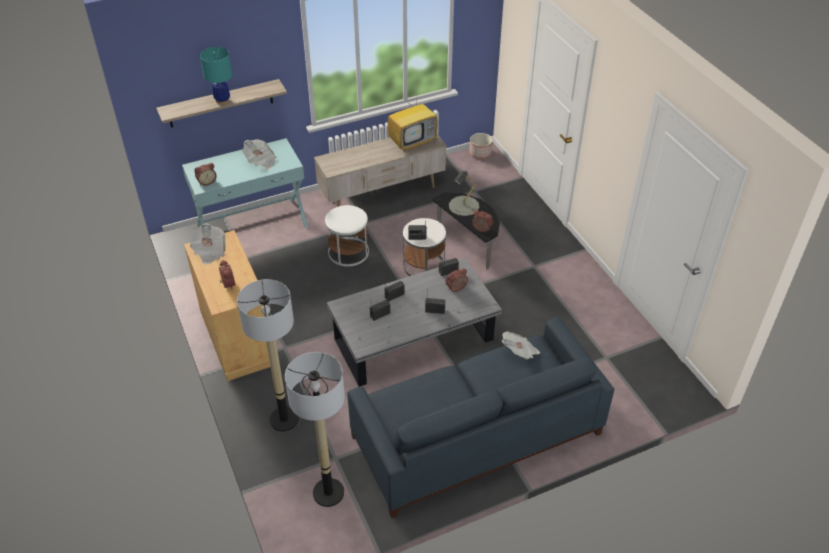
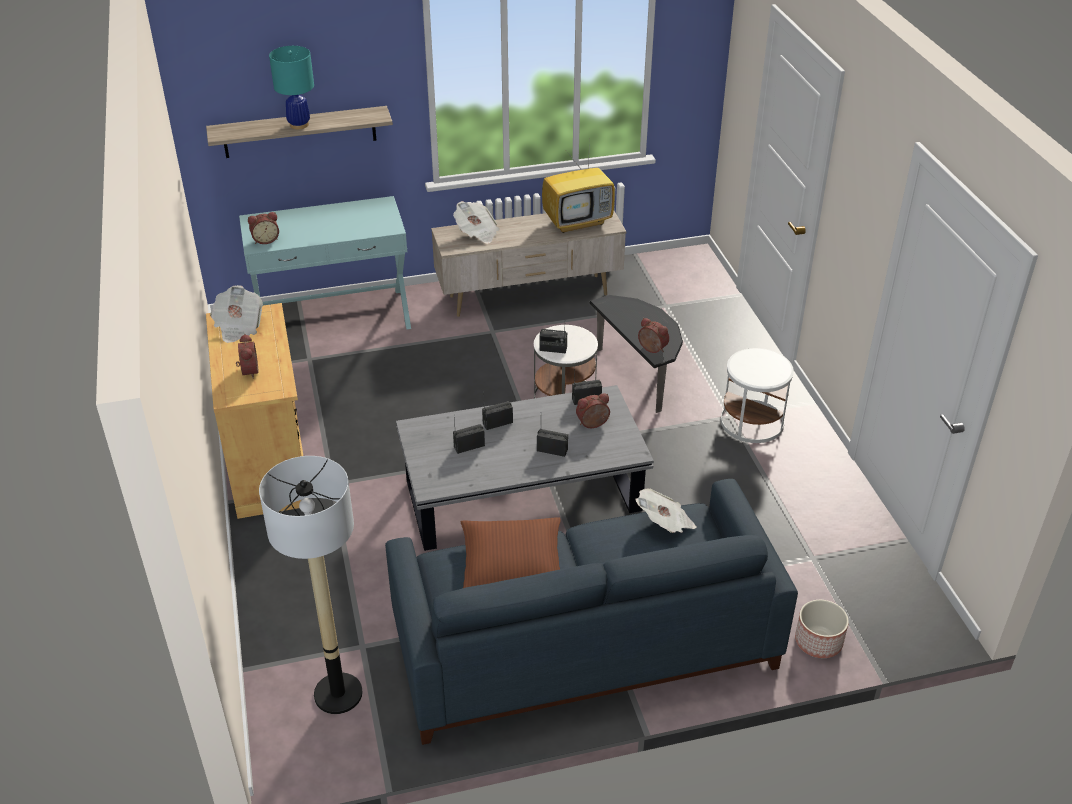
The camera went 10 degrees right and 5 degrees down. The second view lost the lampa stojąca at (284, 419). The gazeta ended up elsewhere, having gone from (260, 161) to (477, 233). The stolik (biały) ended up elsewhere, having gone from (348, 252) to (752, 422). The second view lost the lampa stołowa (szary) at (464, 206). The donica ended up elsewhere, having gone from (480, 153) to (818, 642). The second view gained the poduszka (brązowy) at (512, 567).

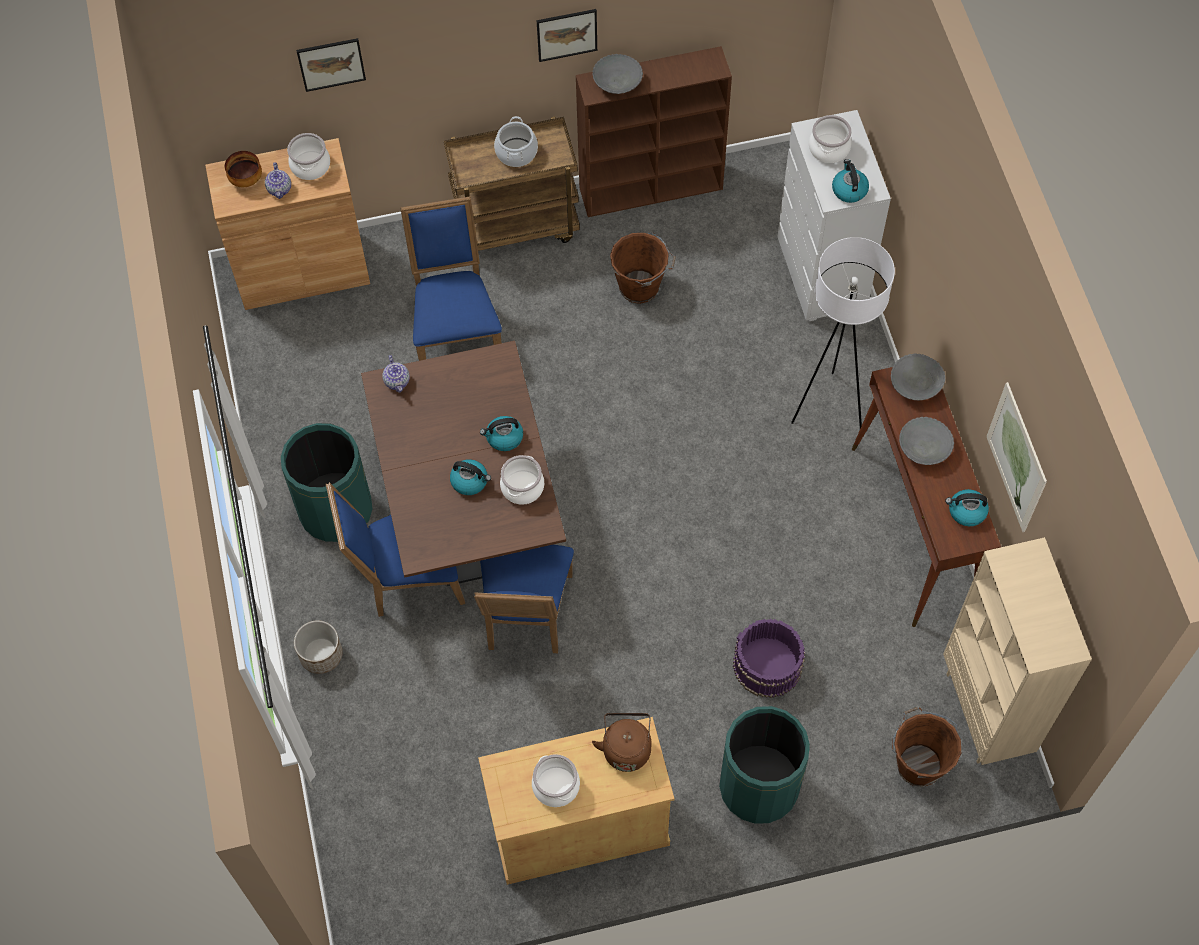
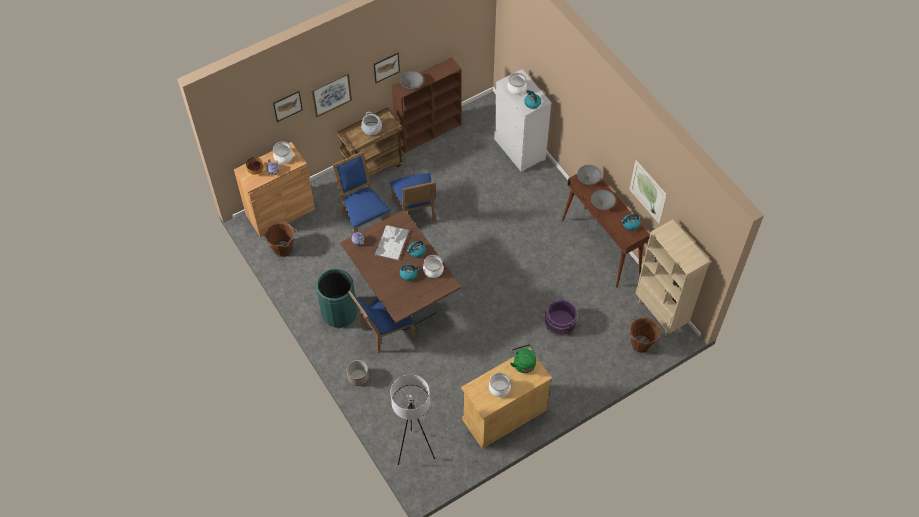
The camera went 20 degrees left and 5 degrees down. The krzesło (niebieski) ended up elsewhere, having gone from (526, 617) to (415, 211). What was the czajnik (brązowy) at (626, 748) turned into the czajnik (zielony) at (523, 363). The wiadro (brązowy) ended up elsewhere, having gone from (641, 287) to (283, 248). The second view lost the kosz na śmieci (zielony) at (758, 786). The lampa stojąca (biały) ended up elsewhere, having gone from (829, 408) to (414, 450). The second view gained the obraz at (331, 94). The second view gained the taca at (392, 242).

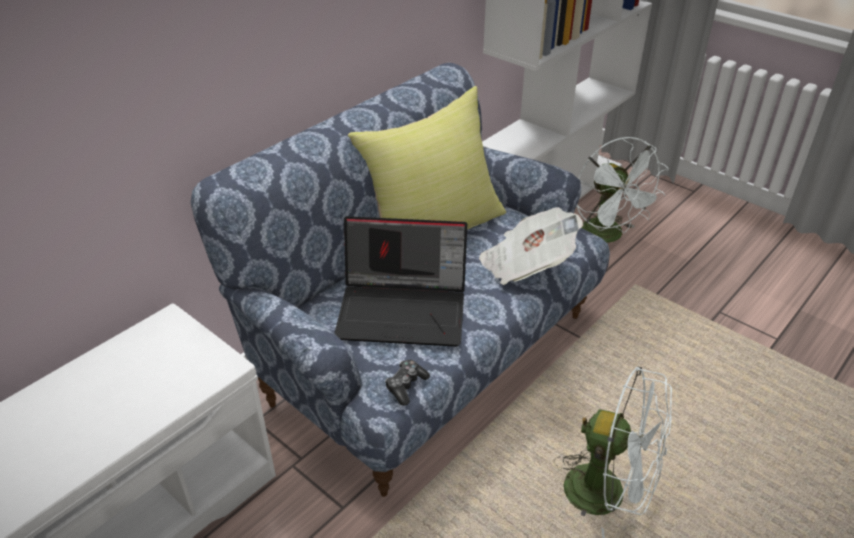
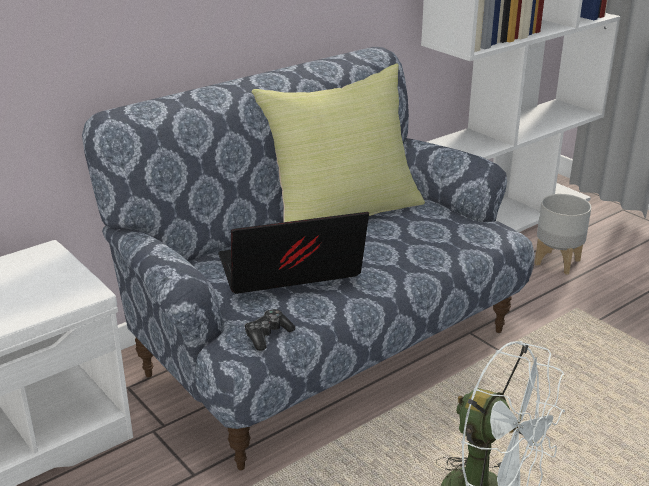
The camera went 10 degrees right and 10 degrees down. The laptop at (404, 309) ended up facing another way, 150 degrees clockwise from before. The second view lost the gazeta at (526, 265). Where the wentylator (biały) stood at (608, 236), the donica (szary) came to stand at (557, 262).

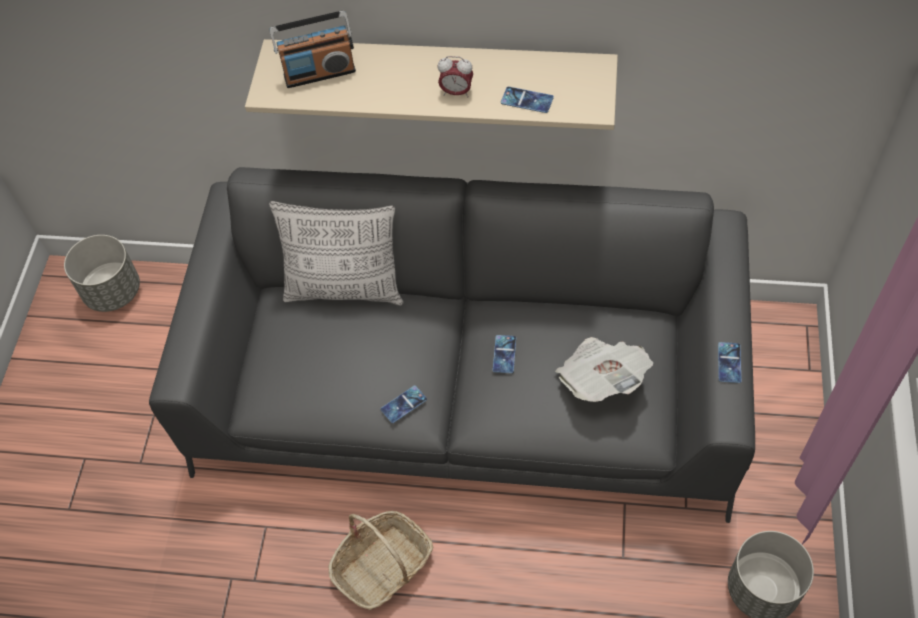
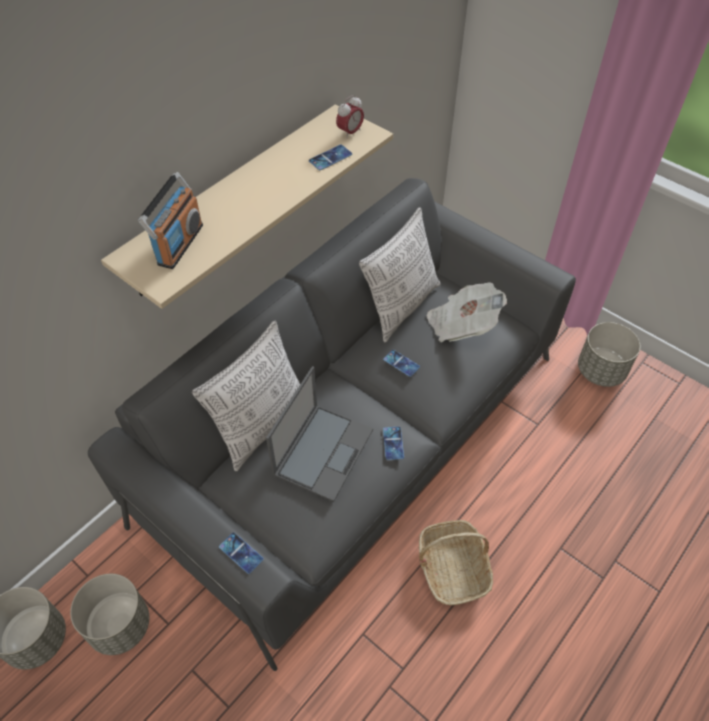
The camera went 60 degrees left and 5 degrees down. The budzik ended up elsewhere, having gone from (456, 92) to (350, 133). The telefon ended up elsewhere, having gone from (729, 362) to (241, 553). The second view gained the donica (szary) at (120, 625). The second view gained the laptop at (323, 450). The second view gained the poduszka at (401, 306).

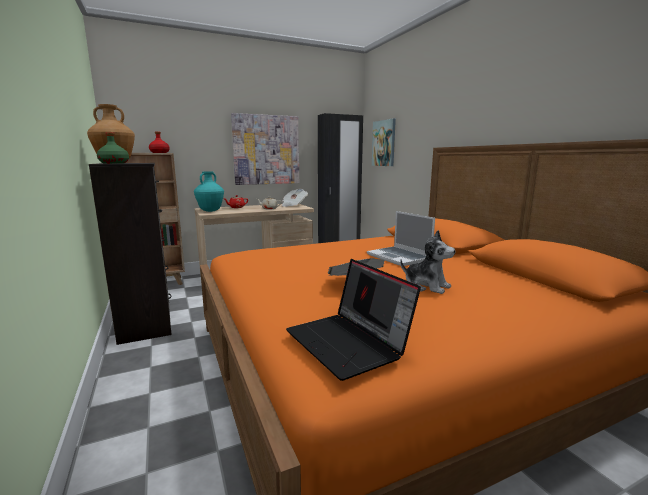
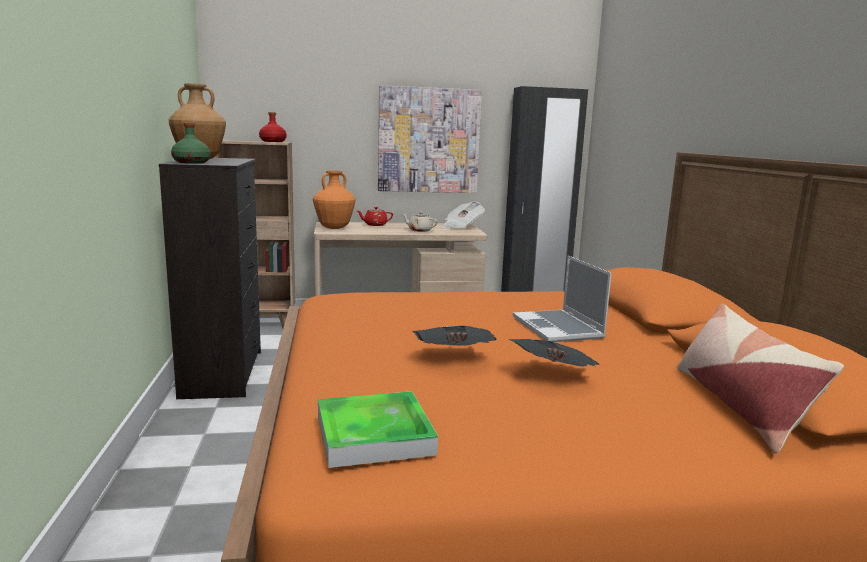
The camera went 15 degrees right and 0 degrees up. What was the wazon (turkusowy) at (210, 211) turned into the wazon (pomarańczowy) at (334, 228). Where the laptop stood at (349, 343), the taca came to stand at (374, 435). The second view lost the obraz at (384, 143). Where the pluszak stood at (426, 286), the gazeta came to stand at (554, 376). The second view gained the poduszka at (739, 405).

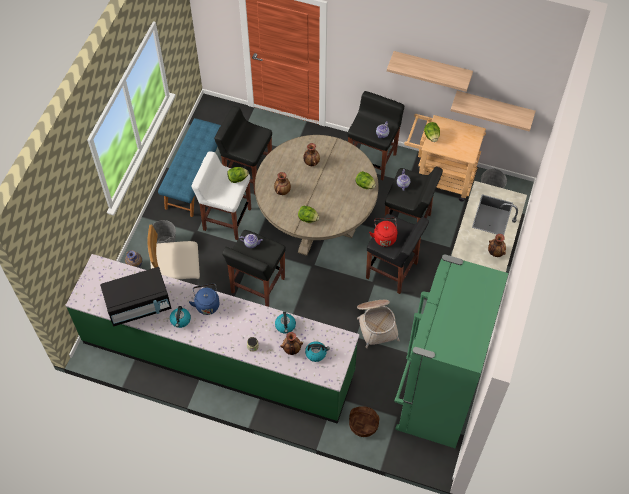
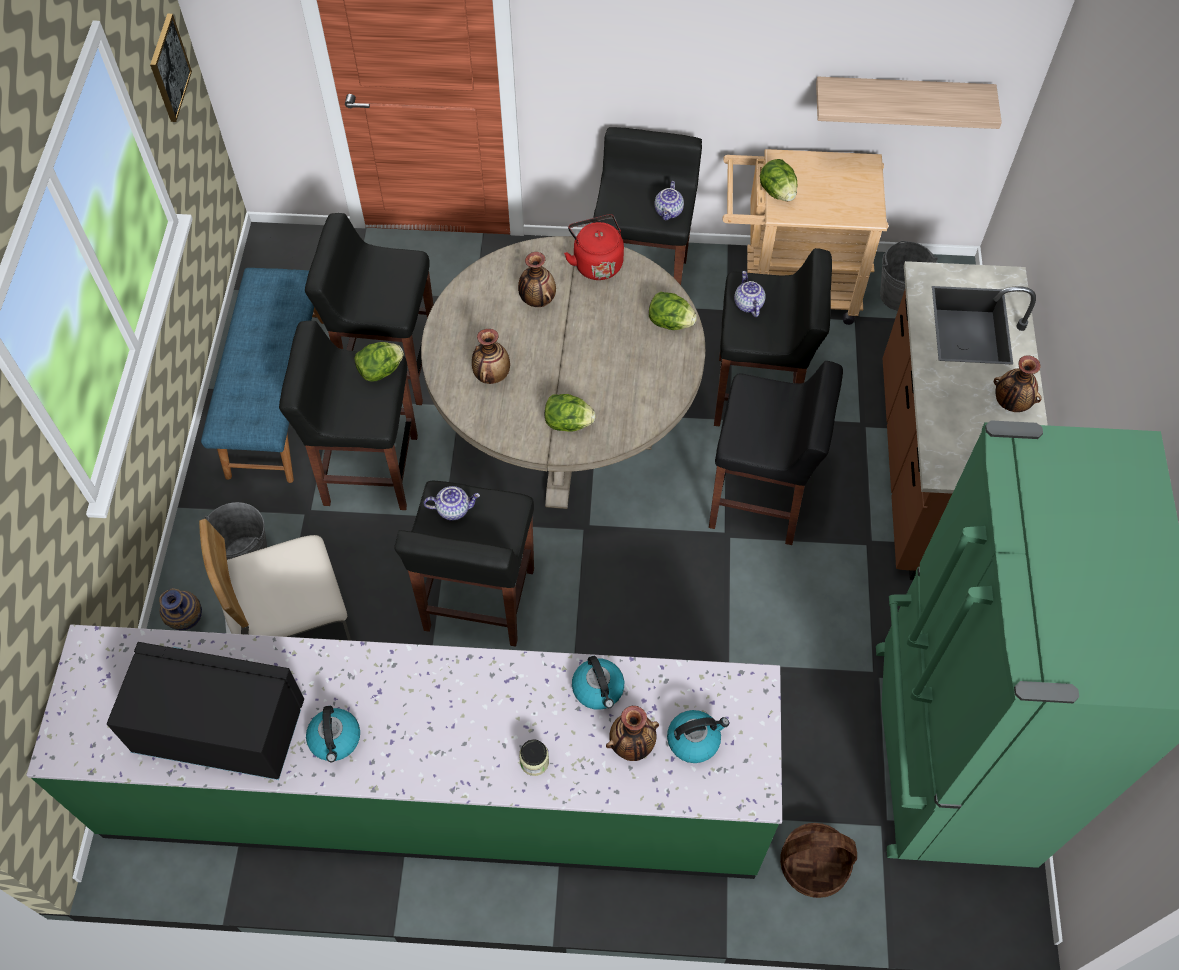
The camera went 15 degrees left and 0 degrees up. The mikrofalówka (czarny) at (139, 305) ended up facing another way, 135 degrees counterclockwise from before. The second view lost the czajnik (niebieski) at (207, 304). What was the stołek (biały) at (226, 219) turned into the stołek (czarny) at (369, 470). The second view lost the koszyk at (376, 323). The czajnik (czerwony) ended up elsewhere, having gone from (384, 237) to (596, 262). The second view lost the półka at (432, 68). The second view gained the obraz at (169, 68).

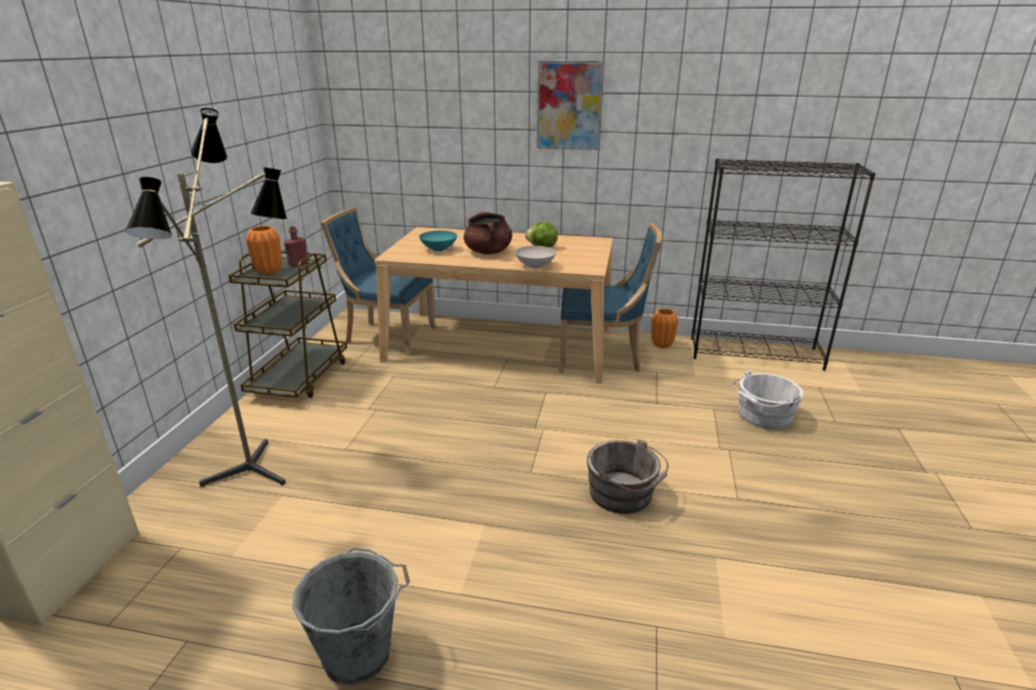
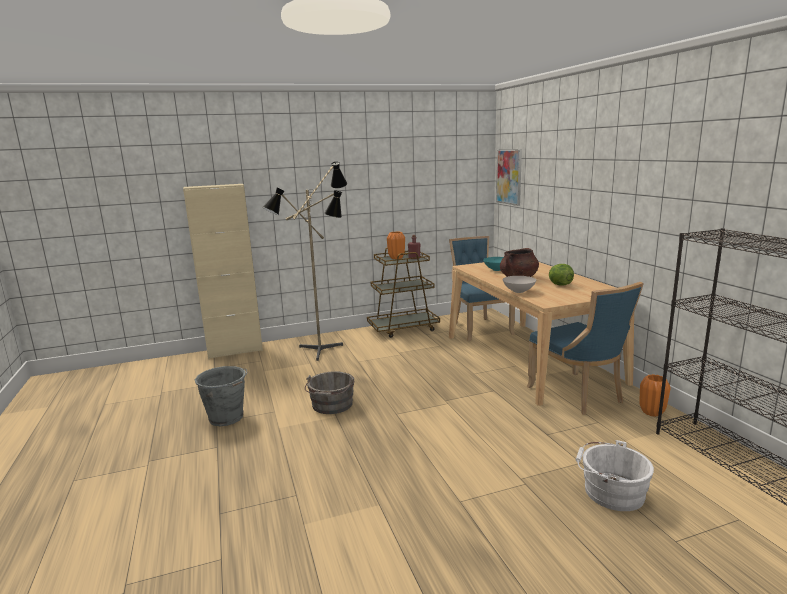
The camera went 60 degrees right and 10 degrees down. The obraz ended up elsewhere, having gone from (569, 106) to (509, 176). The wiadro (szary) ended up elsewhere, having gone from (624, 494) to (331, 405).

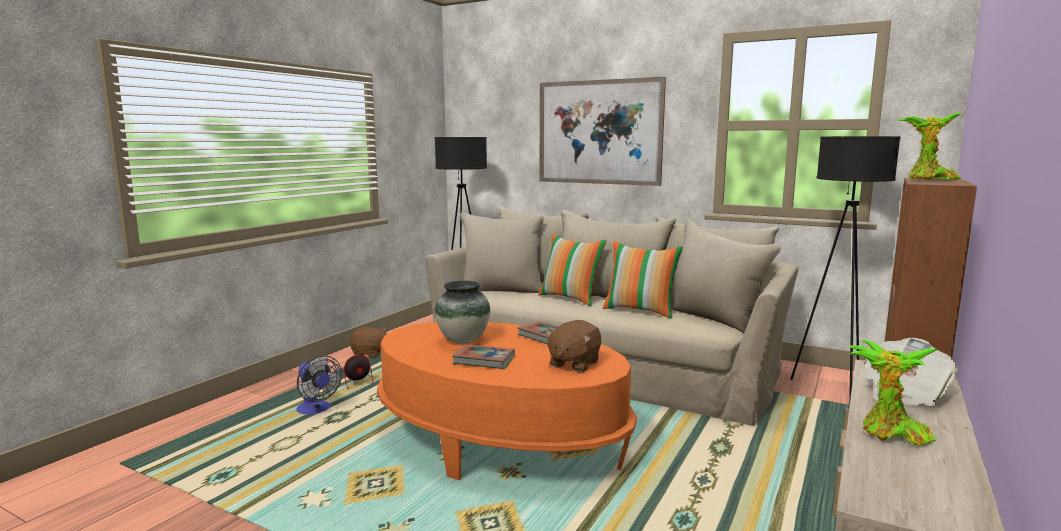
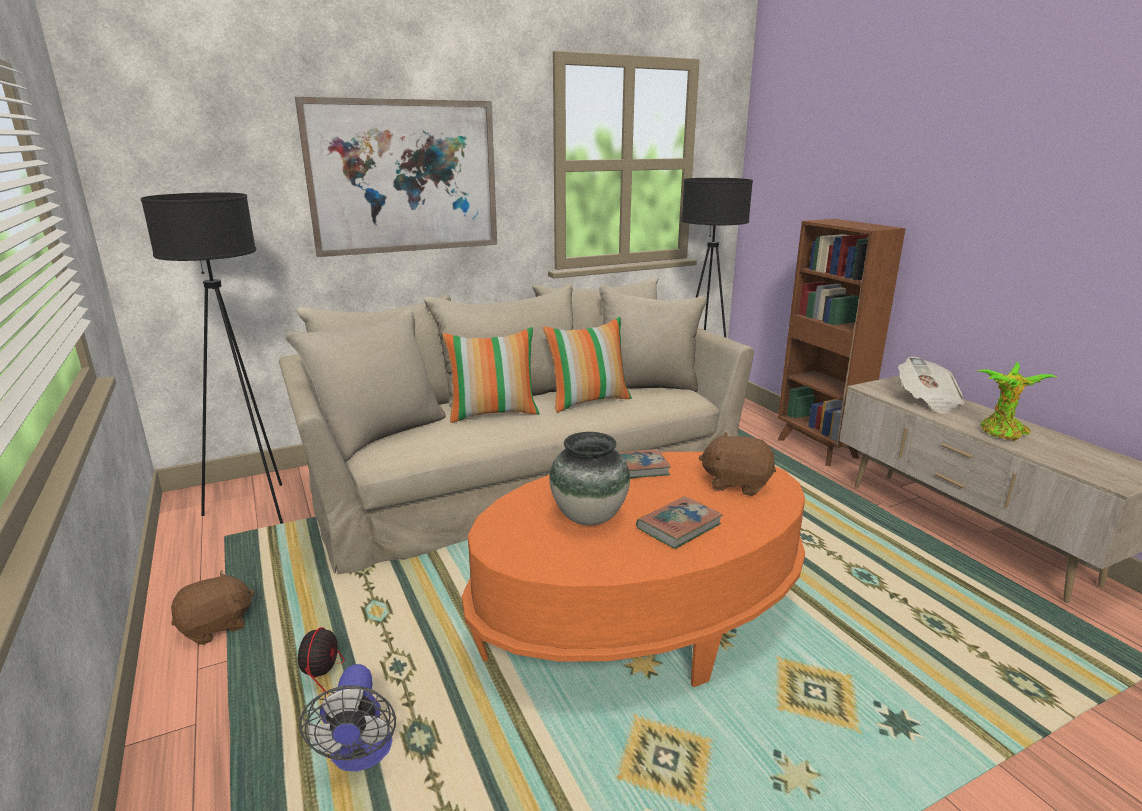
The camera went 55 degrees left and 10 degrees up. The wentylator at (316, 410) ended up facing another way, 90 degrees clockwise from before. The pluszak (brązowy) at (573, 363) ended up facing another way, 135 degrees clockwise from before. The second view lost the roślina doniczkowa at (929, 180).

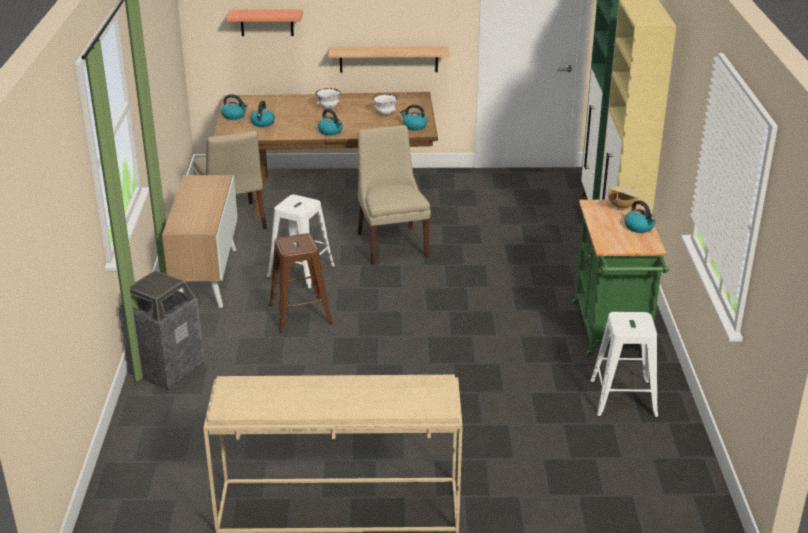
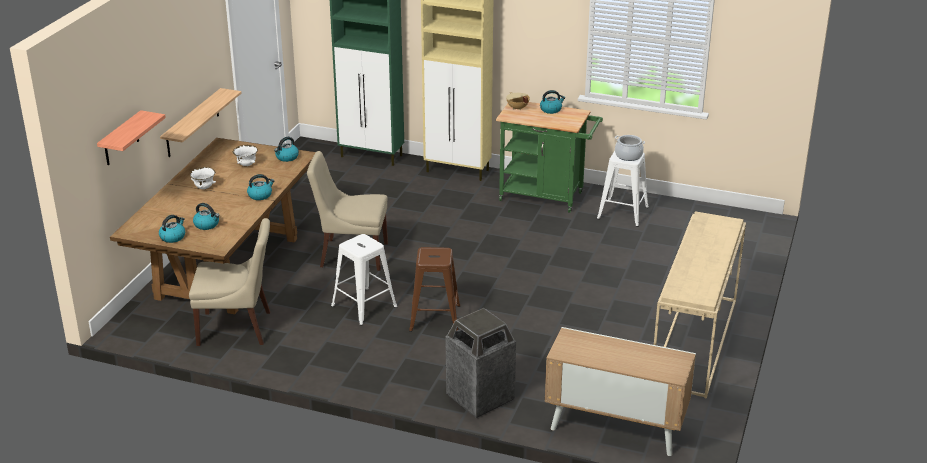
The camera went 70 degrees left and 0 degrees up. The szafka ended up elsewhere, having gone from (206, 276) to (615, 428). The second view gained the garnek at (628, 156).

